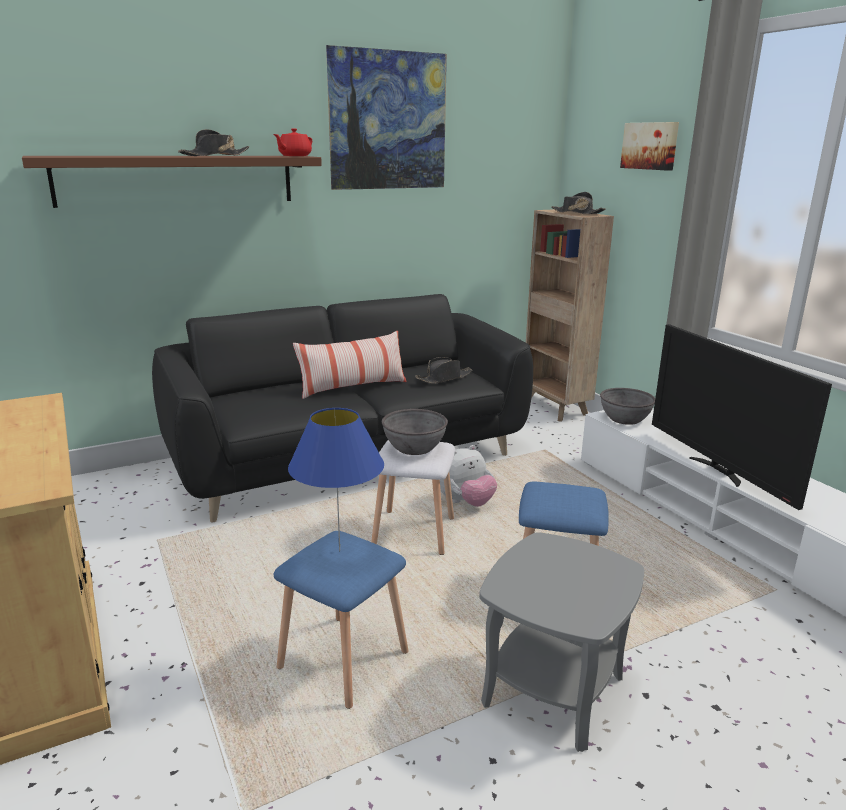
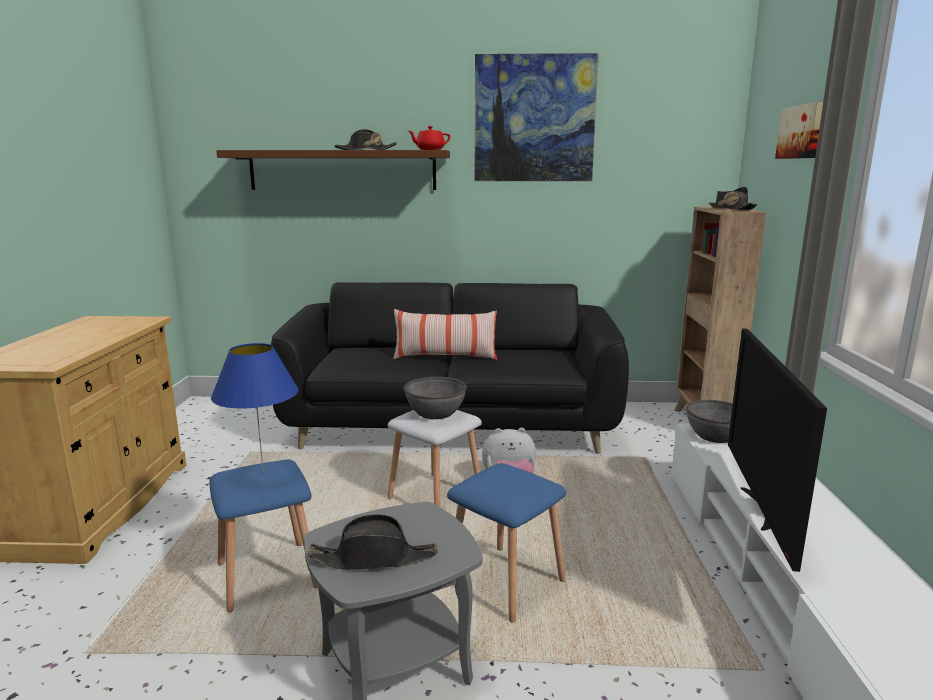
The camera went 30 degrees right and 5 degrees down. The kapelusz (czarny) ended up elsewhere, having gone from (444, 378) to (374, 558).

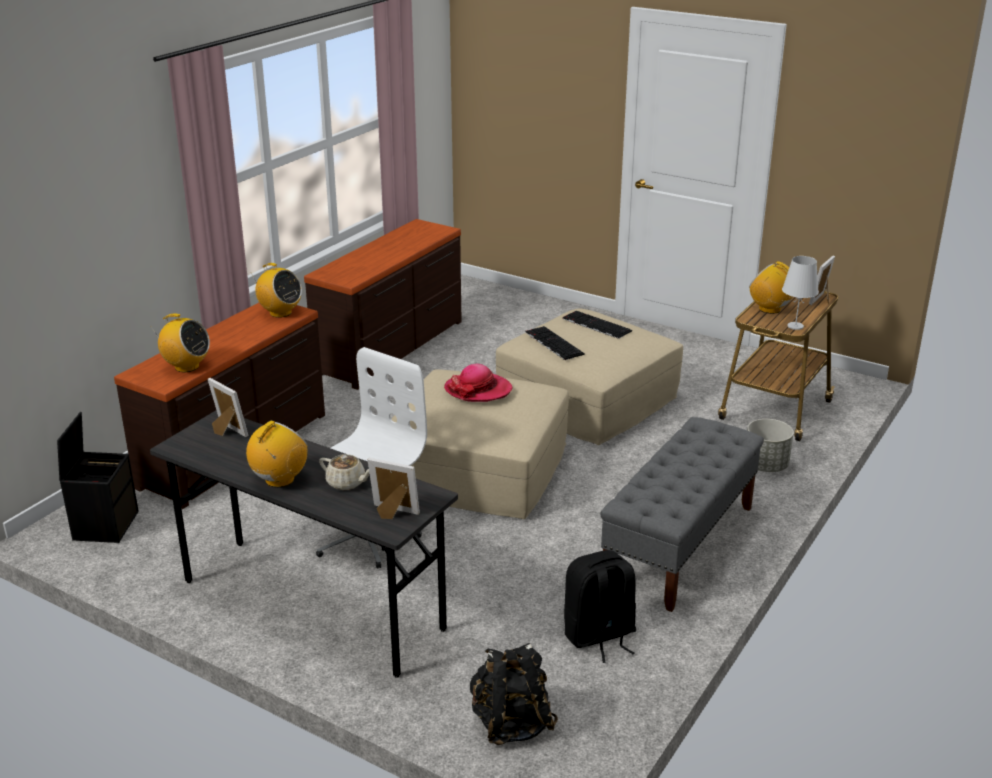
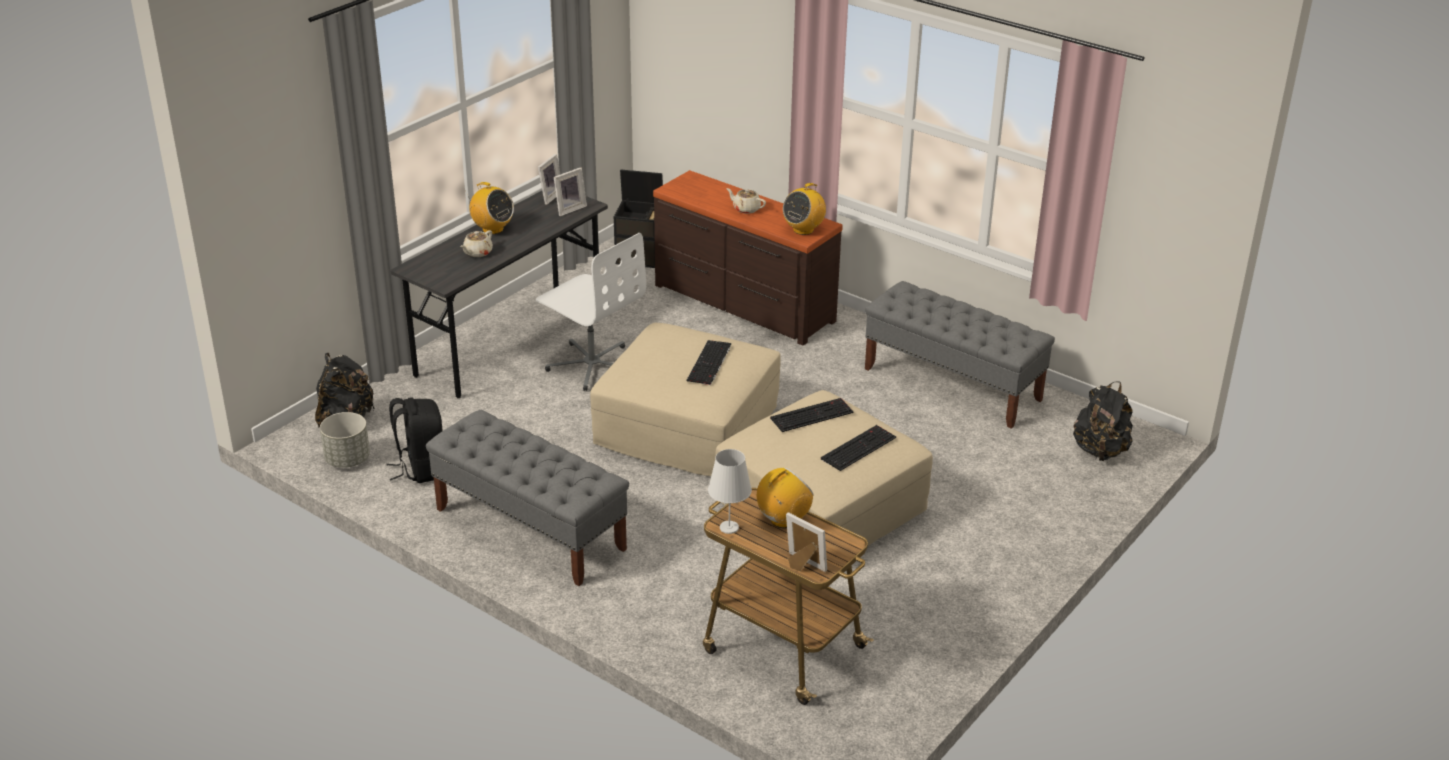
The camera went 95 degrees right and 5 degrees up. The second view lost the radio at (186, 367). Where the komoda (brązowy) stood at (392, 348), the ławka (szary) came to stand at (953, 384). The ramka na zdjęcie ended up elsewhere, having gone from (393, 514) to (549, 196). Where the kapelusz stood at (478, 390), the klawiatura came to stand at (710, 363). The donica (szary) ended up elsewhere, having gone from (765, 466) to (347, 459). The second view gained the imbryk (beżowy) at (746, 209). The second view gained the plecak (czarny) at (1100, 451).

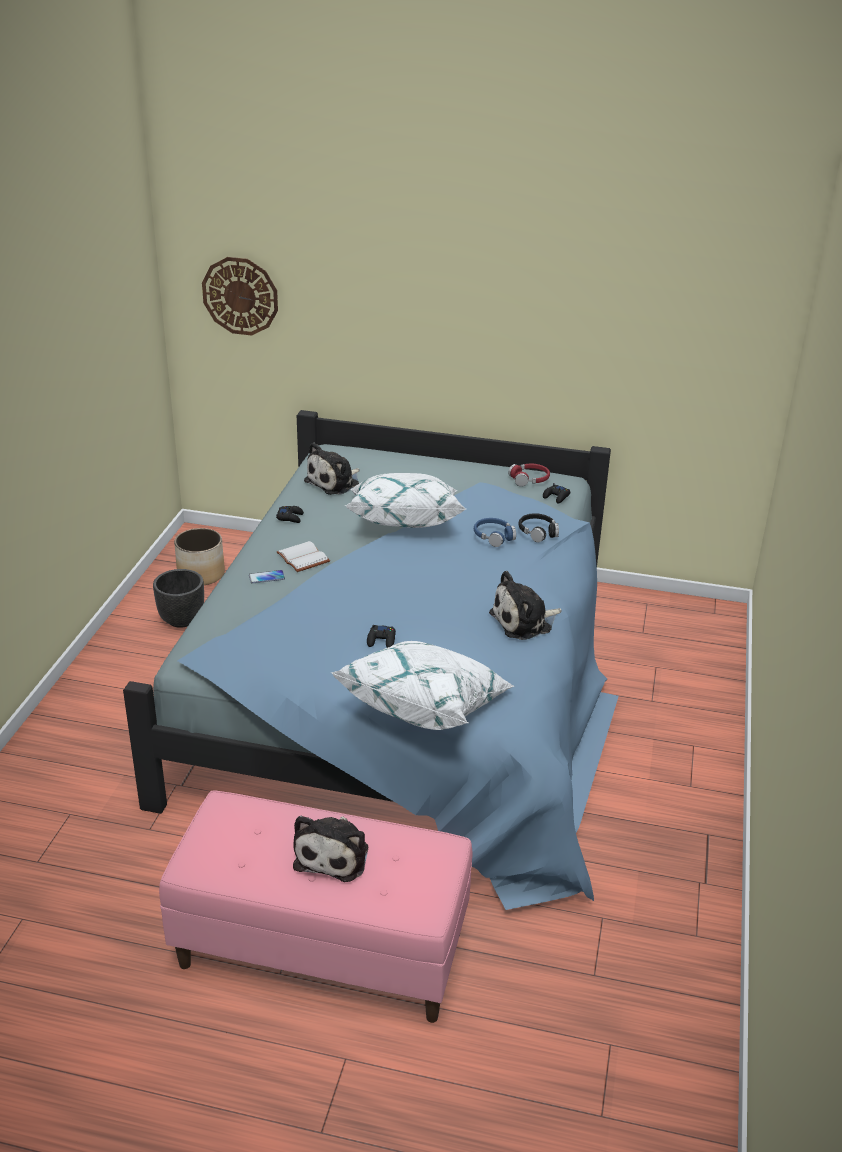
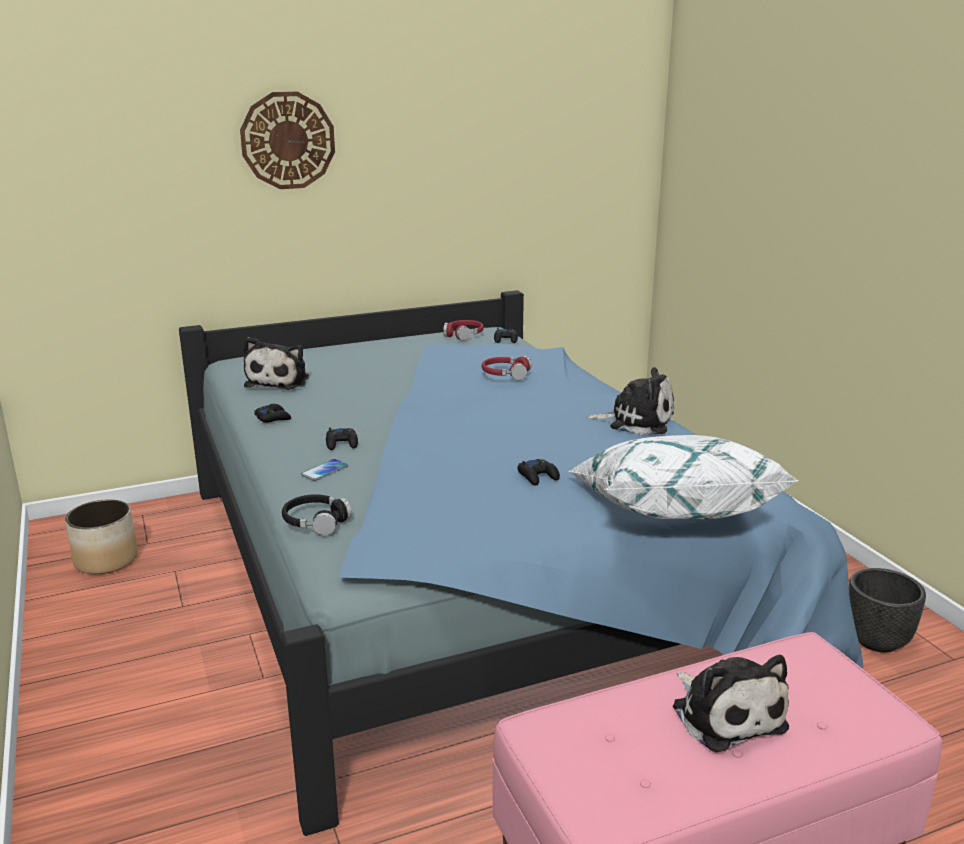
The camera went 35 degrees left and 10 degrees down. The donica (czarny) ended up elsewhere, having gone from (181, 620) to (877, 641). The zegar ścienny ended up elsewhere, having gone from (240, 296) to (288, 140). Where the książka (biały) stood at (304, 558), the pad do gier (czarny) came to stand at (342, 443). The second view lost the poduszka (biały) at (404, 520). What was the słuchawki (niebieski) at (493, 536) turned into the słuchawki (czerwony) at (505, 374). The pluszak at (524, 621) ended up facing another way, 105 degrees counterclockwise from before. The słuchawki (czarny) ended up elsewhere, having gone from (538, 532) to (316, 522).

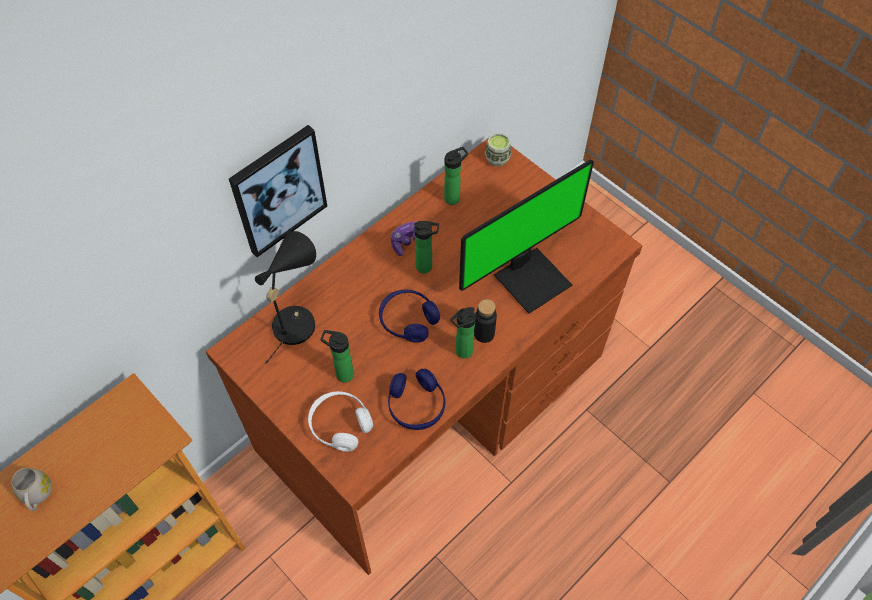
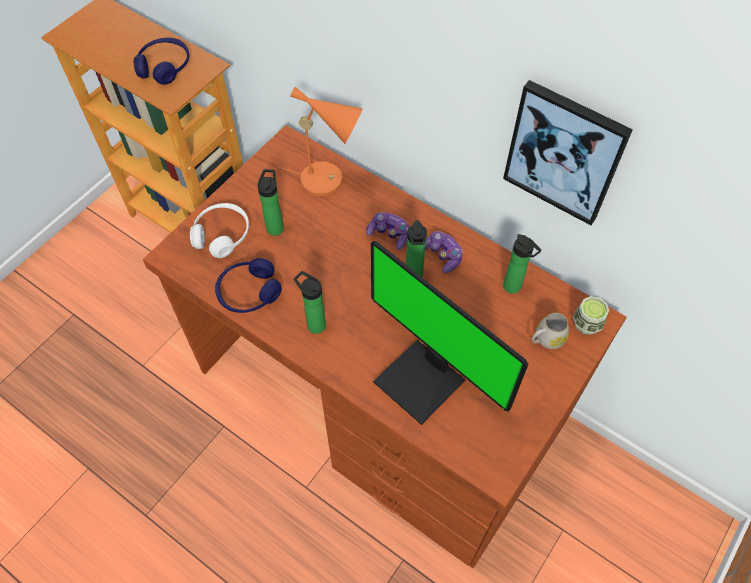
The camera went 80 degrees right and 0 degrees up. The kubek (biały) ended up elsewhere, having gone from (37, 495) to (546, 339). The obraz ended up elsewhere, having gone from (278, 190) to (564, 153). What was the lampa stołowa (czarny) at (296, 320) turned into the lampa stołowa (pomarańczowy) at (328, 180). The słuchawki (niebieski) ended up elsewhere, having gone from (408, 320) to (164, 67). The second view lost the butelka (czarny) at (484, 333). The second view gained the pad do gier at (389, 234).

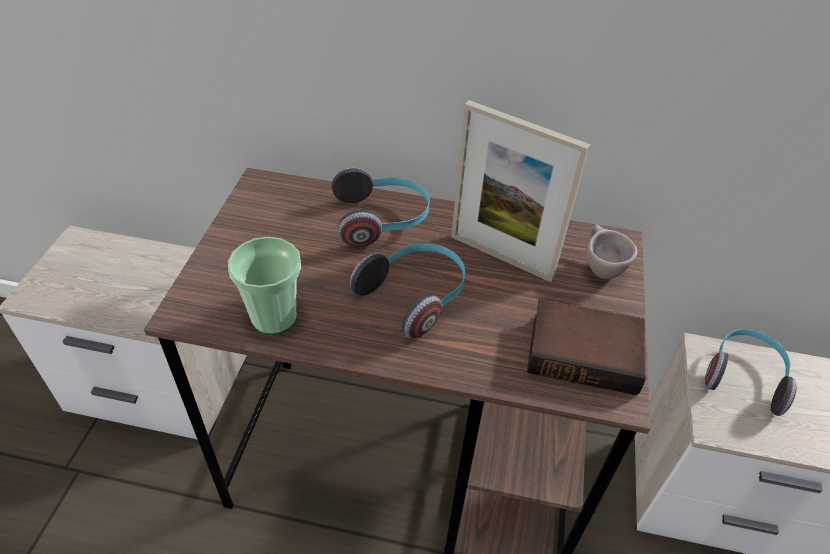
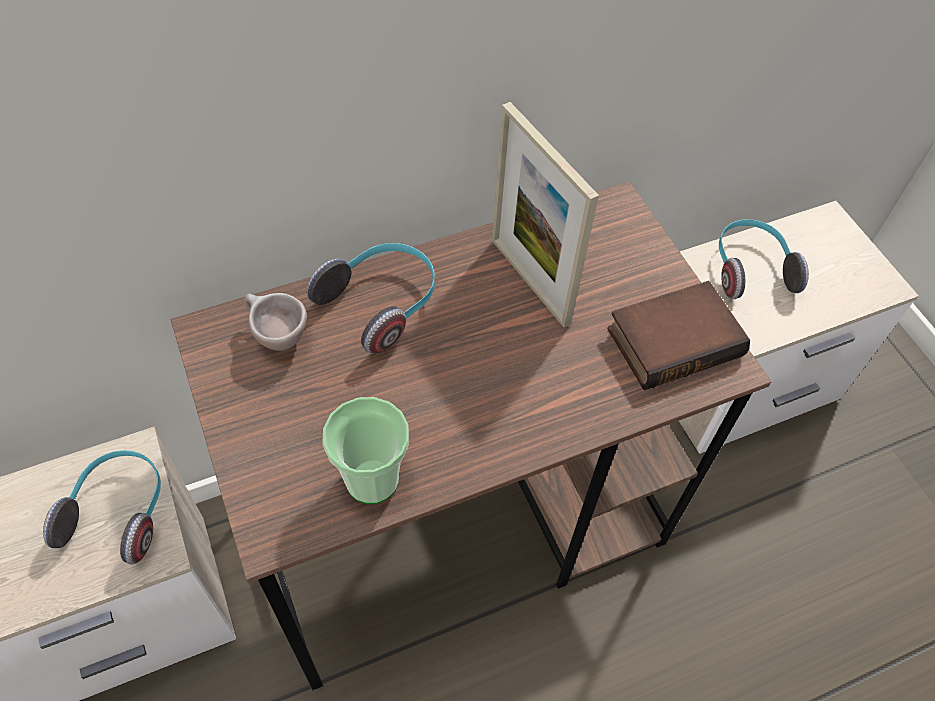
The camera went 35 degrees left and 10 degrees up. The słuchawki ended up elsewhere, having gone from (415, 296) to (119, 512). The ramka na zdjęcie at (501, 257) ended up facing another way, 60 degrees clockwise from before. The filiżanka (beżowy) ended up elsewhere, having gone from (599, 268) to (276, 337).

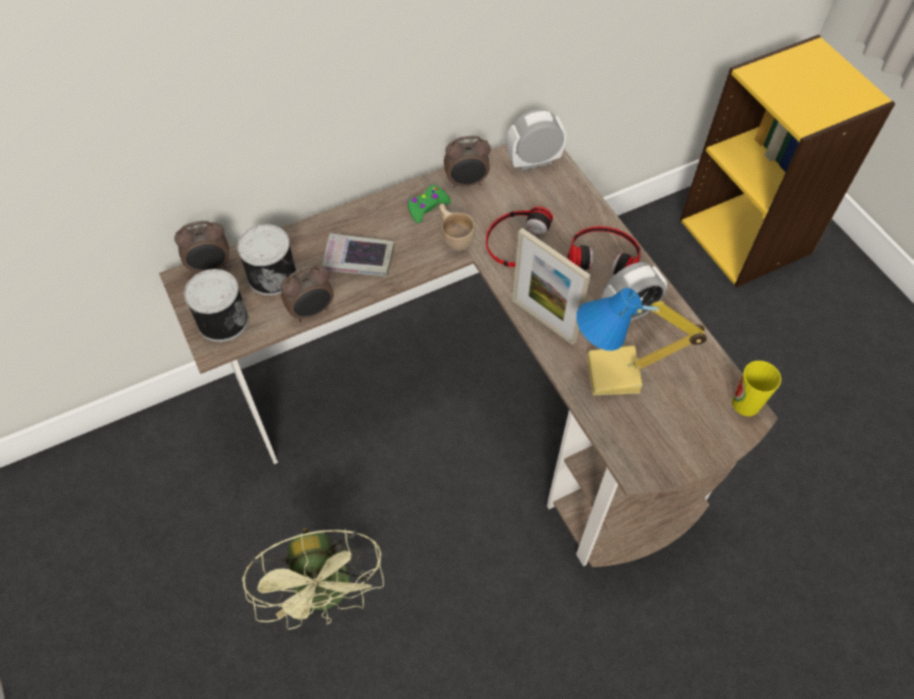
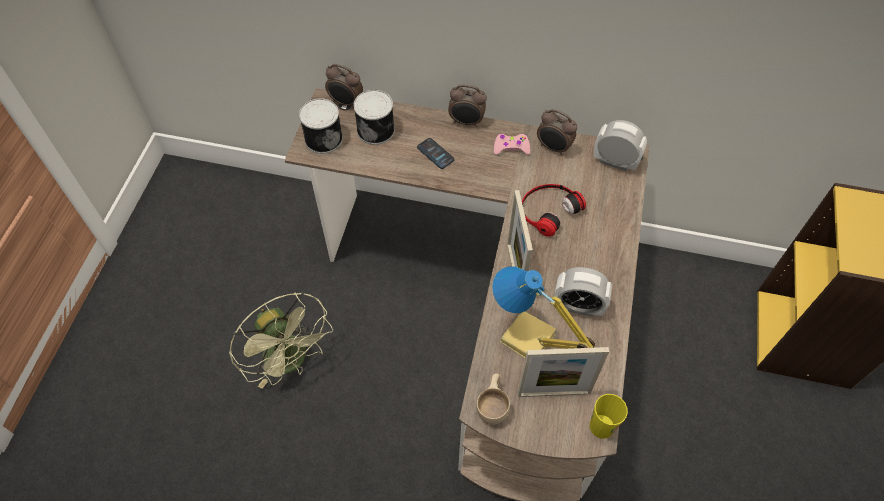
The camera went 40 degrees right and 0 degrees up. The wentylator (zielony) at (327, 595) ended up facing another way, 60 degrees counterclockwise from before. The budzik ended up elsewhere, having gone from (312, 312) to (466, 122). Where the książka stood at (358, 260), the telefon came to stand at (435, 154). What was the pad do gier (zielony) at (427, 207) turned into the pad do gier (różowy) at (511, 147). The filiżanka (beżowy) ended up elsewhere, having gone from (455, 237) to (494, 405). The second view lost the słuchawki at (604, 255). The second view gained the ramka na zdjęcie at (553, 393).

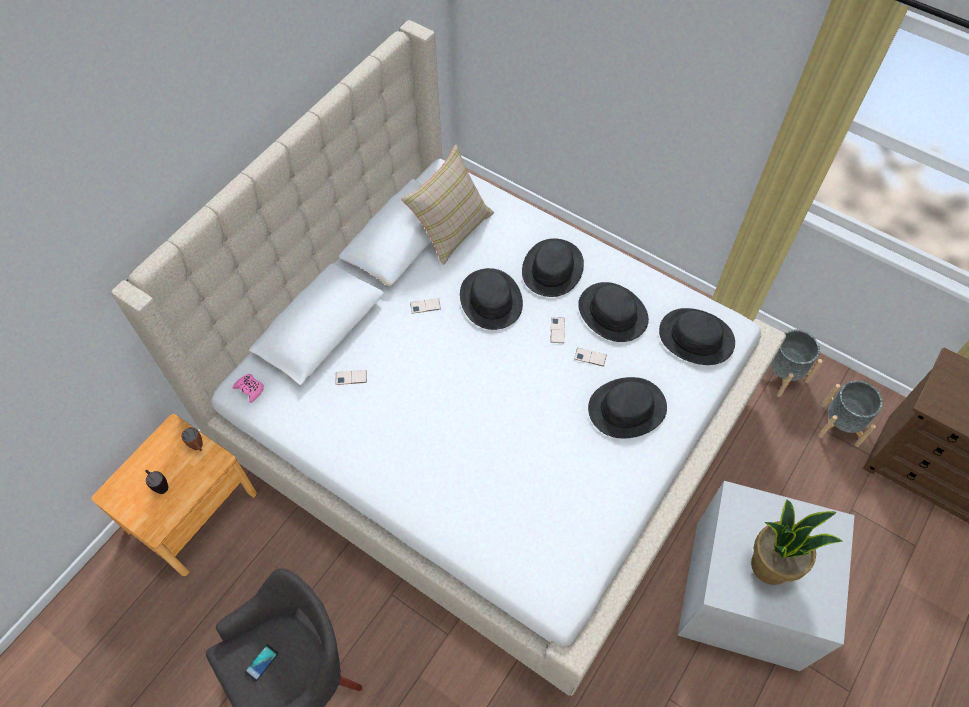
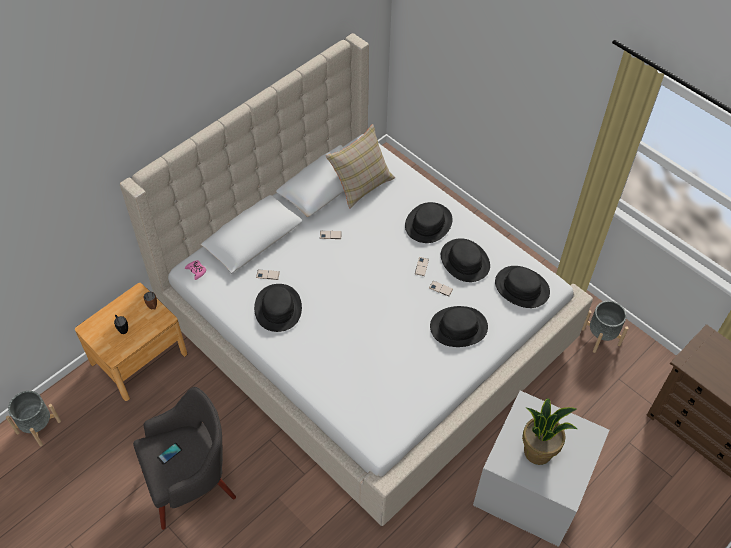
The camera went 10 degrees right and 5 degrees down. The kapelusz (czarny) ended up elsewhere, having gone from (490, 300) to (278, 308). The donica (szary) ended up elsewhere, having gone from (840, 425) to (38, 427).

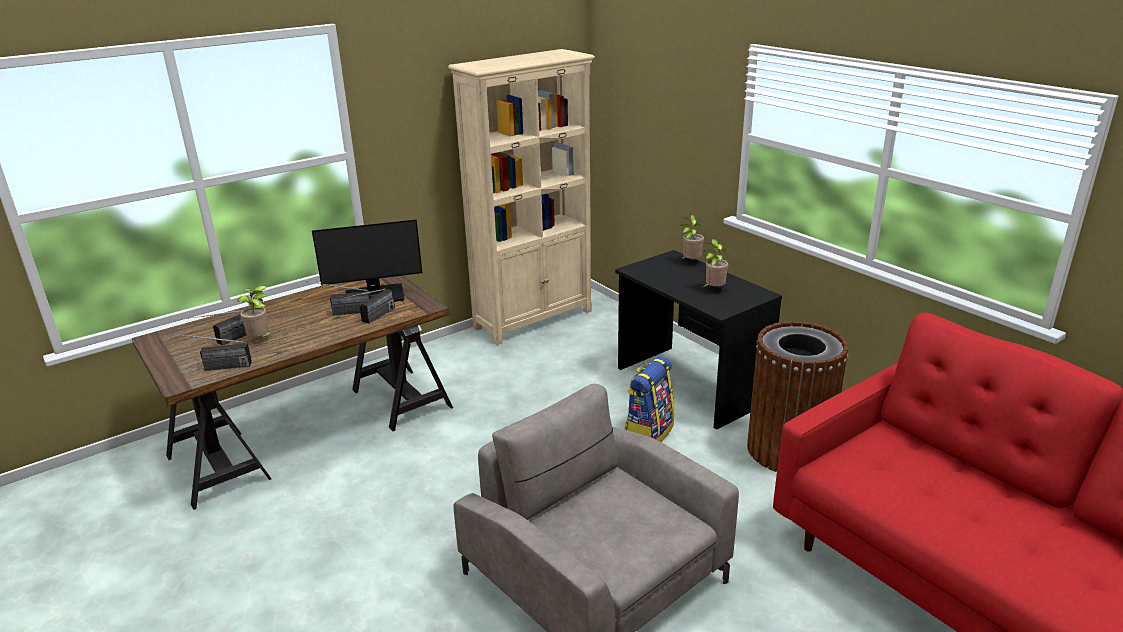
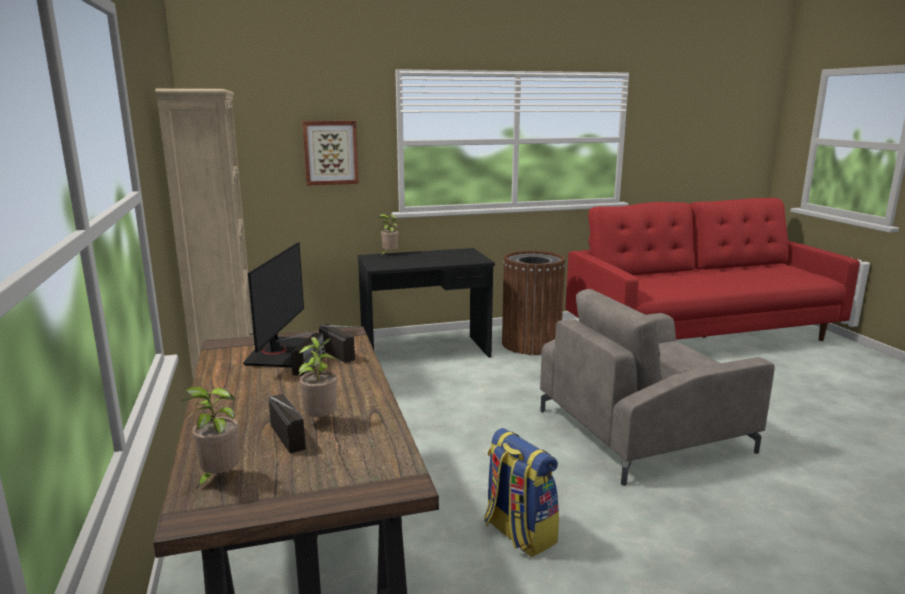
The camera went 70 degrees left and 10 degrees down. The second view lost the radio at (215, 368). The plecak ended up elsewhere, having gone from (648, 433) to (518, 533). The roślina doniczkowa ended up elsewhere, having gone from (713, 289) to (218, 479). The second view gained the obraz at (330, 152).

